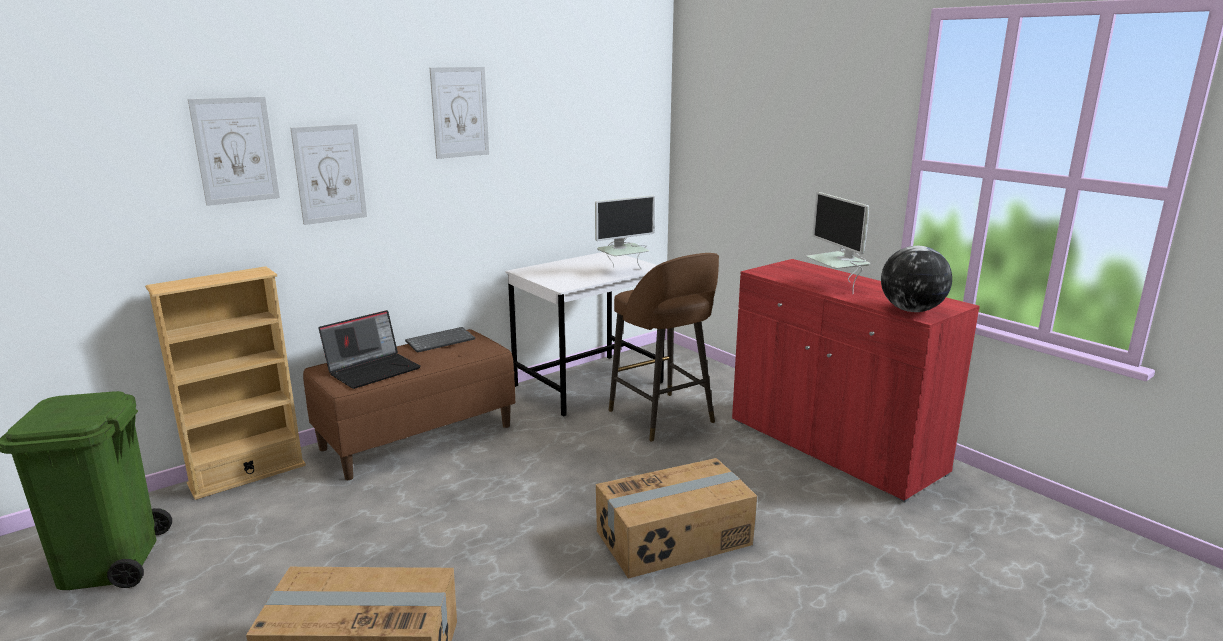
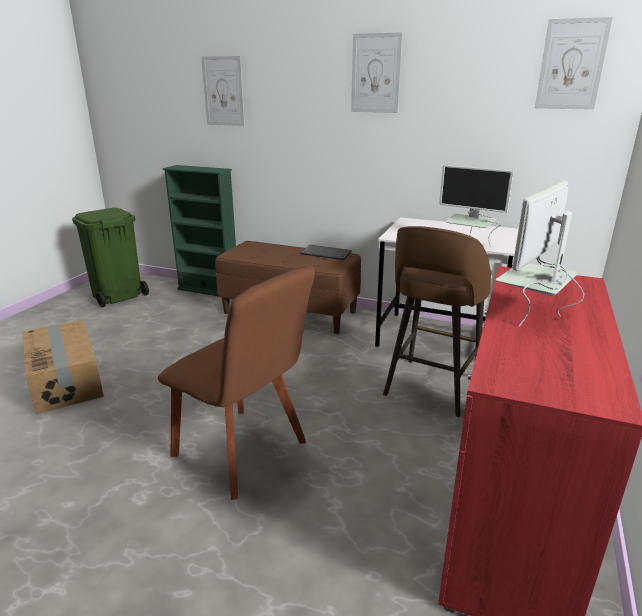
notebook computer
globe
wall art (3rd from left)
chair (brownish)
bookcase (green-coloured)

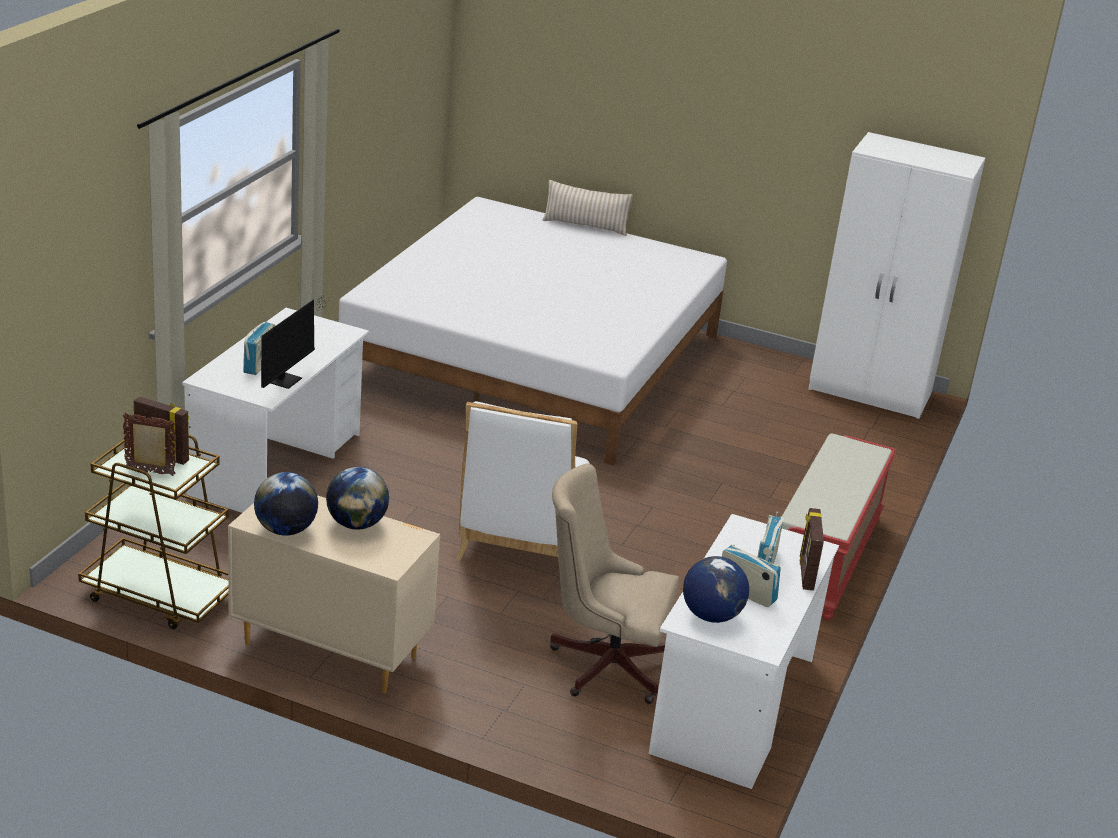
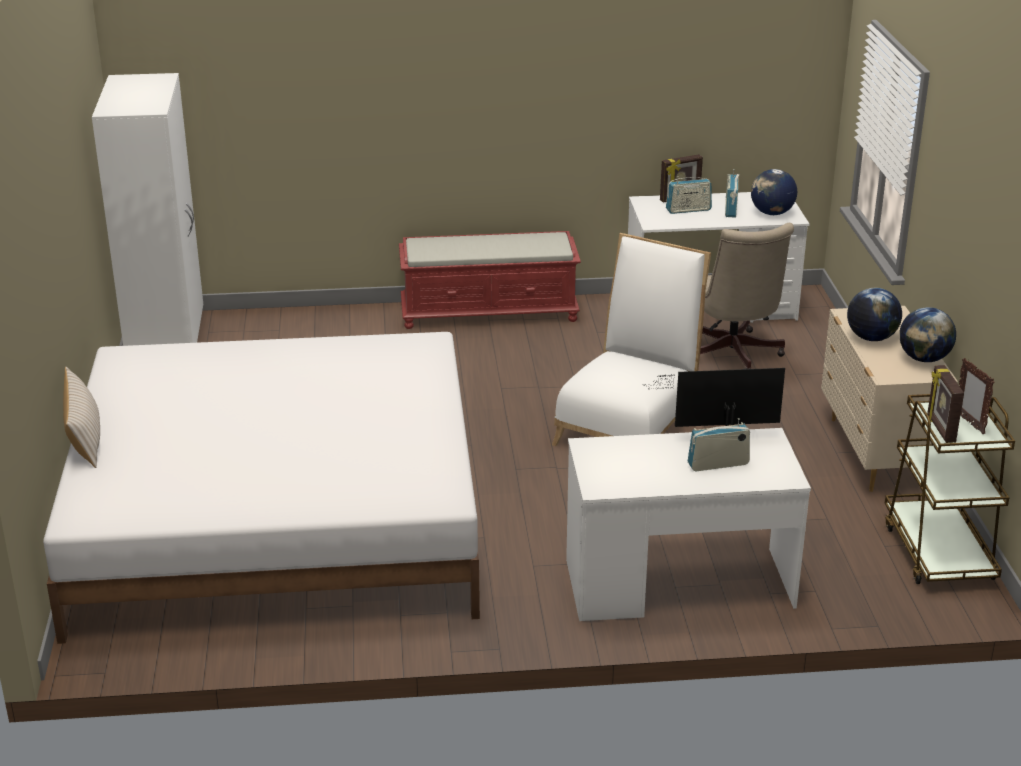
chair (white)

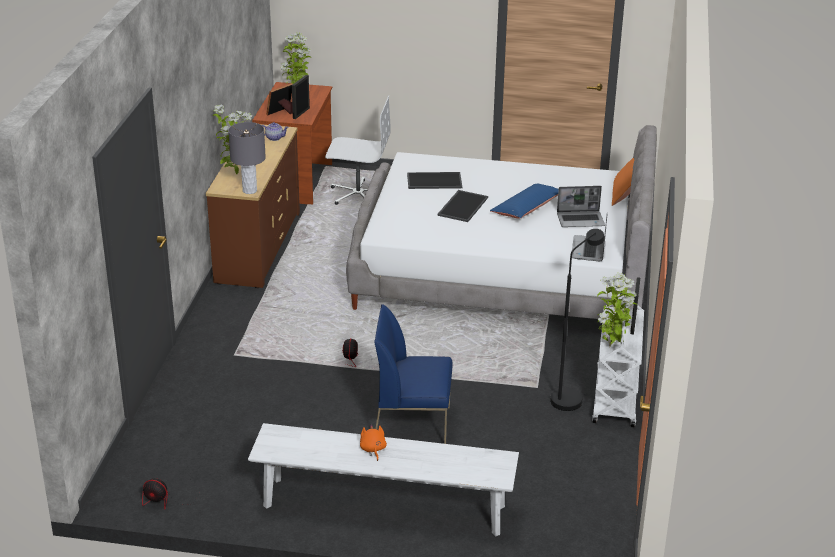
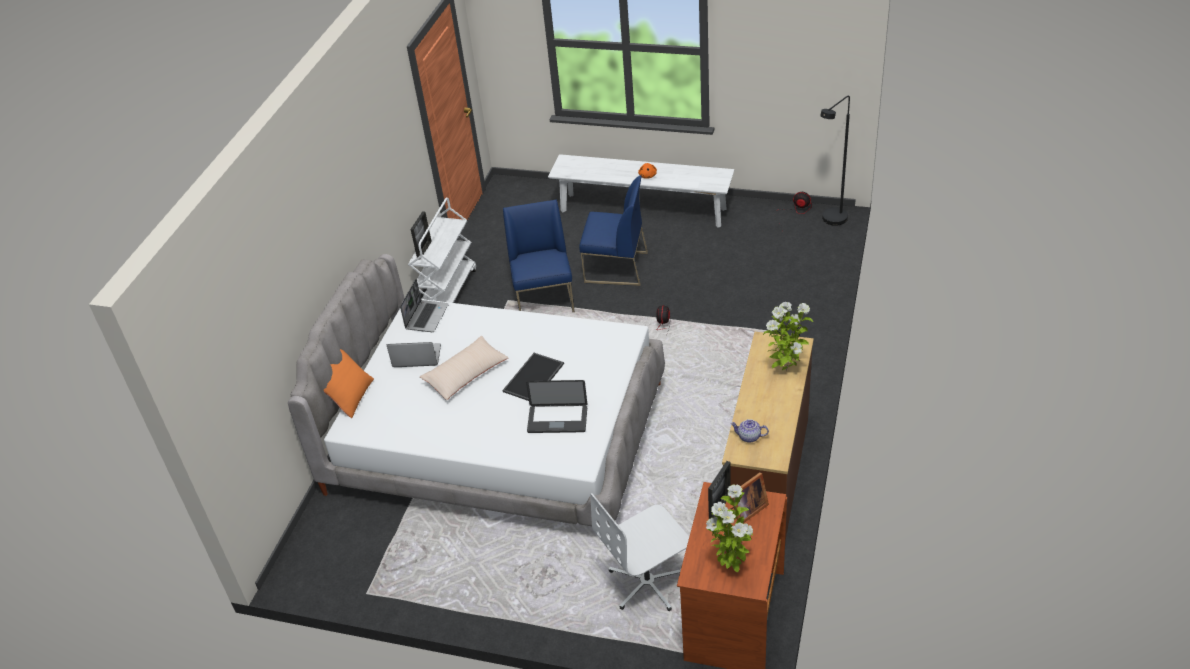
table lamp (grey)
potted plant (3rd from left in the first image)
chair (bluish) (1st from left)
floor lamp (black-coloured)
notebook computer (3rd from left)
throw pillow (beige)
office chair (white)

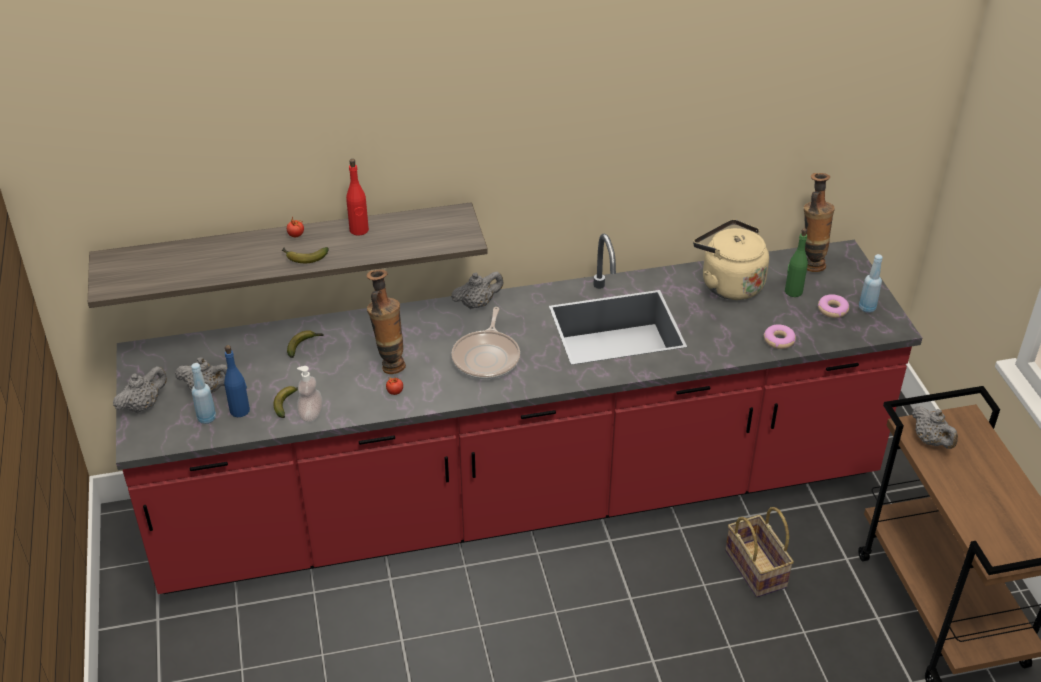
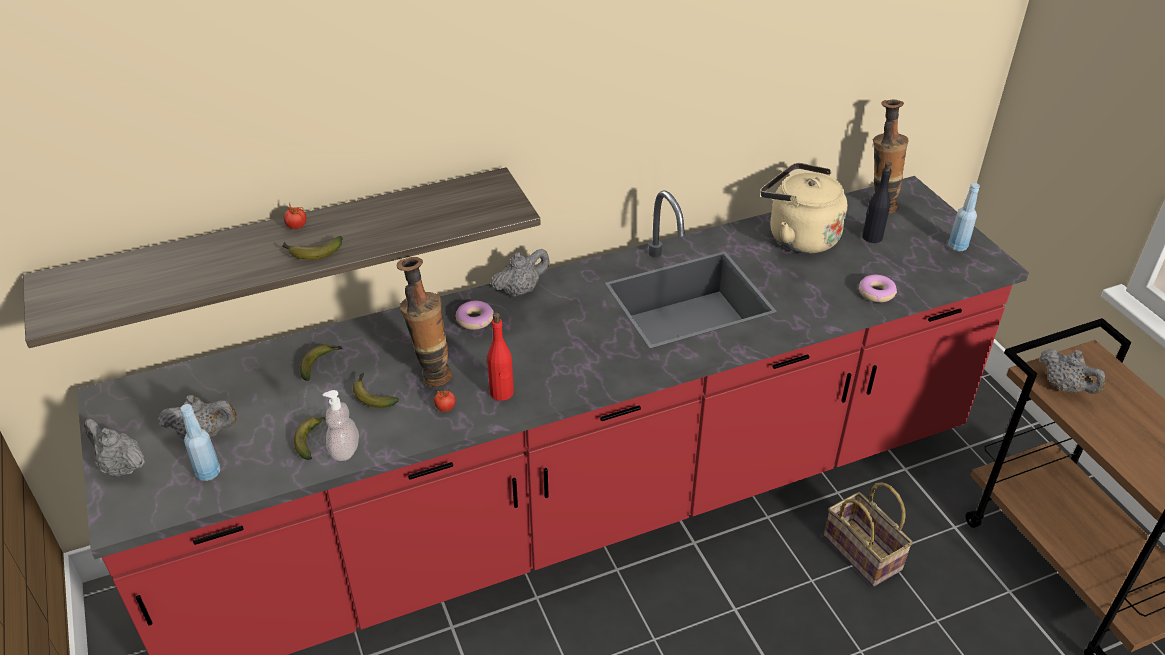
bottle (bluish) (2nd from left in the first image)
pan
banana (4th from left)
bottle (reddish)
ring doughnut (1st from left)
bottle (black-coloured)
tea pot (grey) (1st from left)

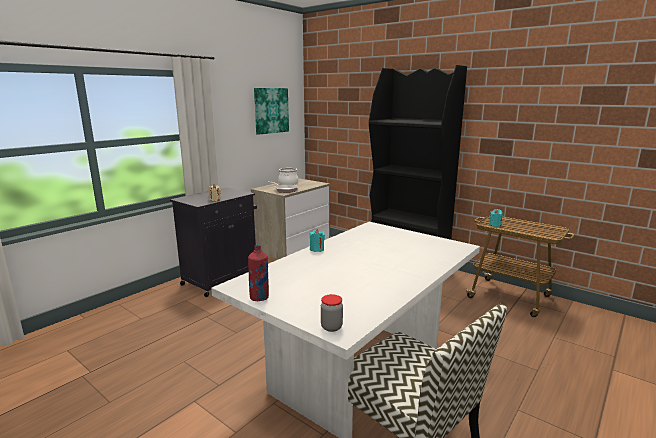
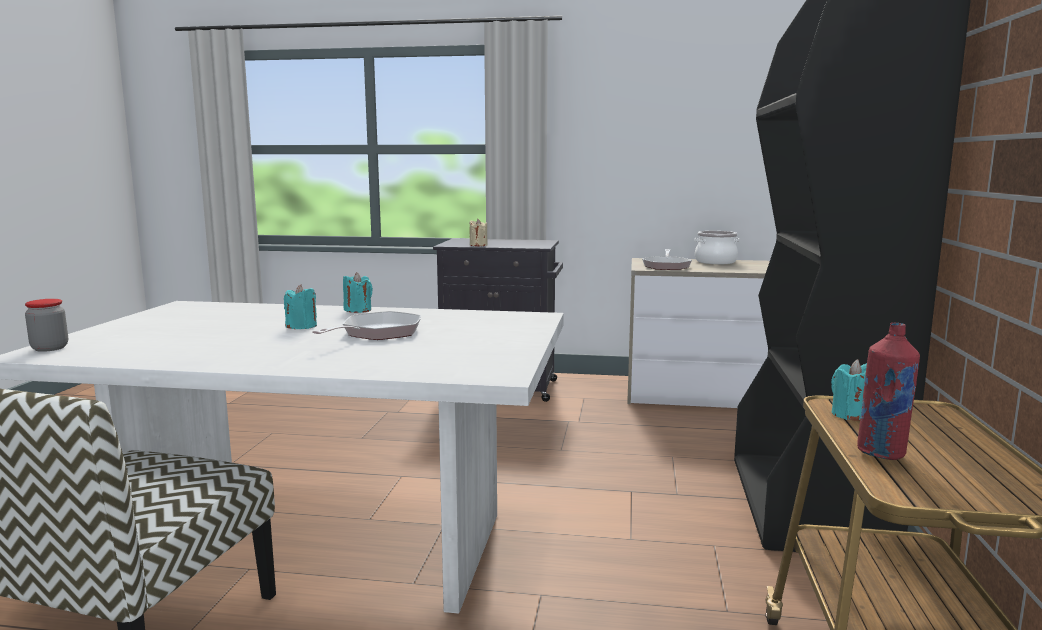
wall art
candle (turquoise) (1st from left)
pan (1st from left)
bottle (reddish)

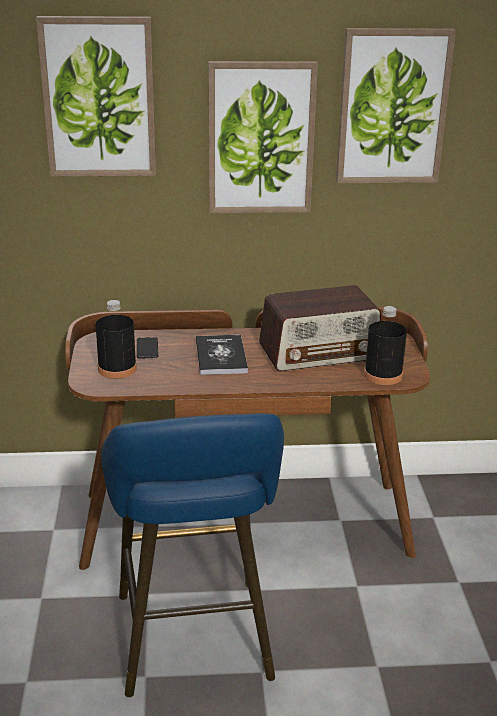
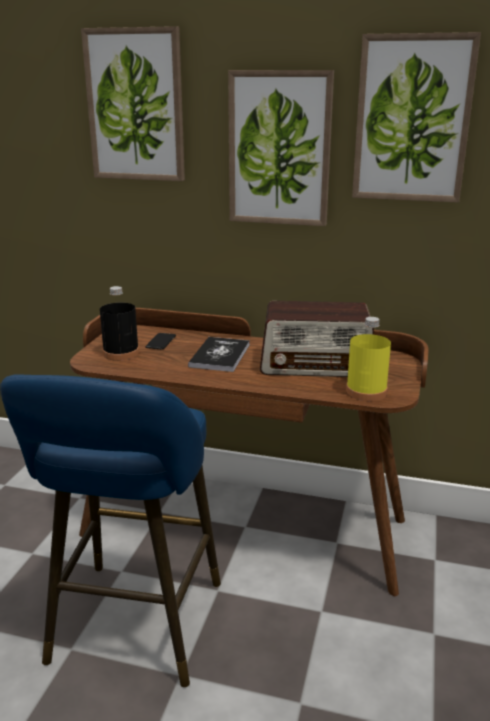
bottle (yellow-coloured)

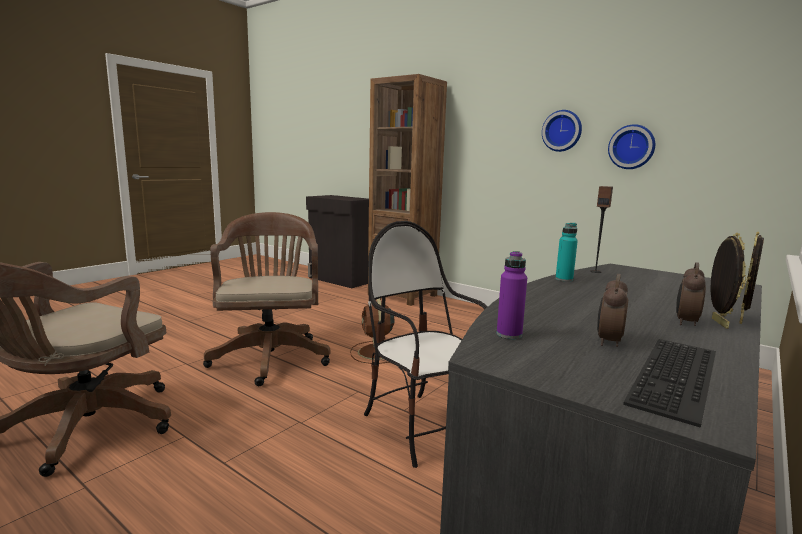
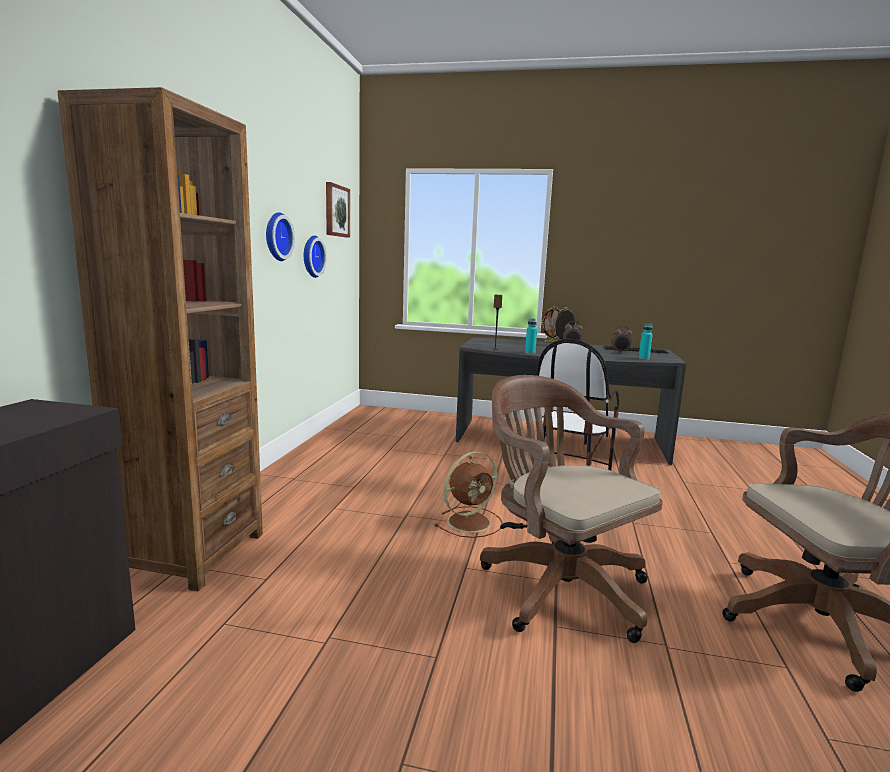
wall art
bottle (turquoise) (2nd from left)
office chair (brownish) (1st from left)

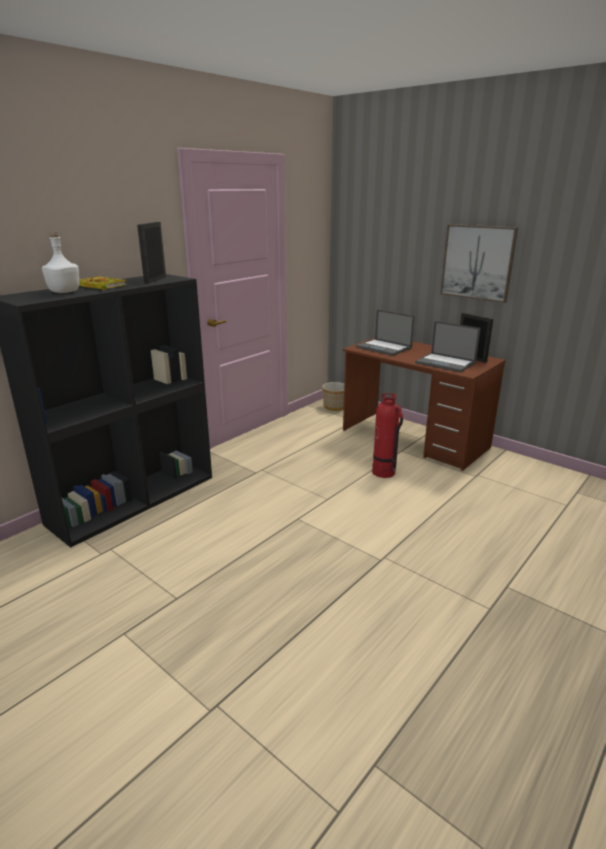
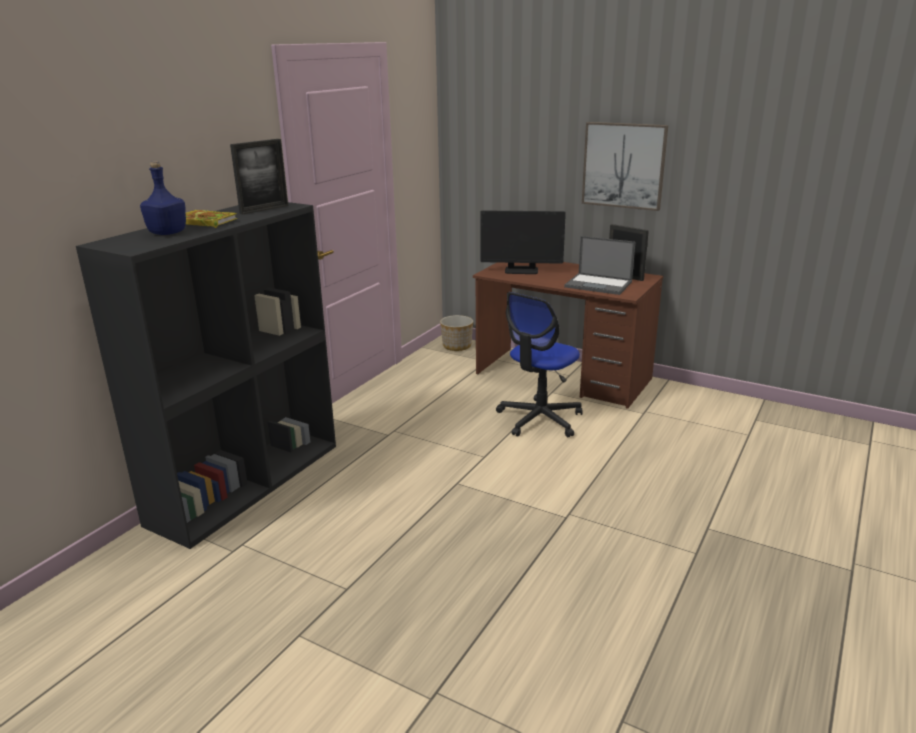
computer display
office chair
bottle (bluish)
picture frame (1st from left)

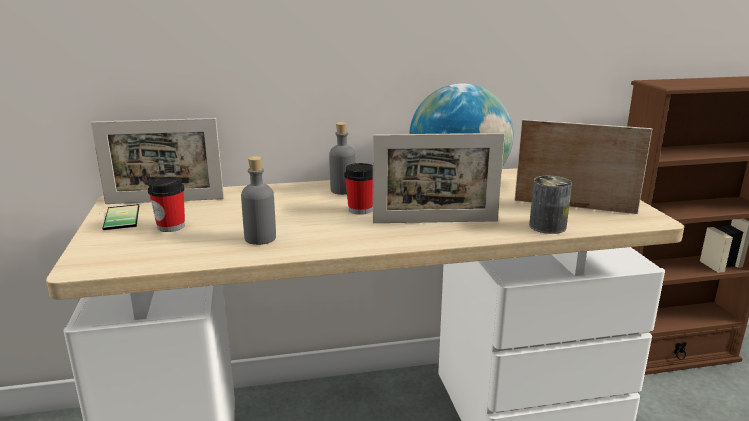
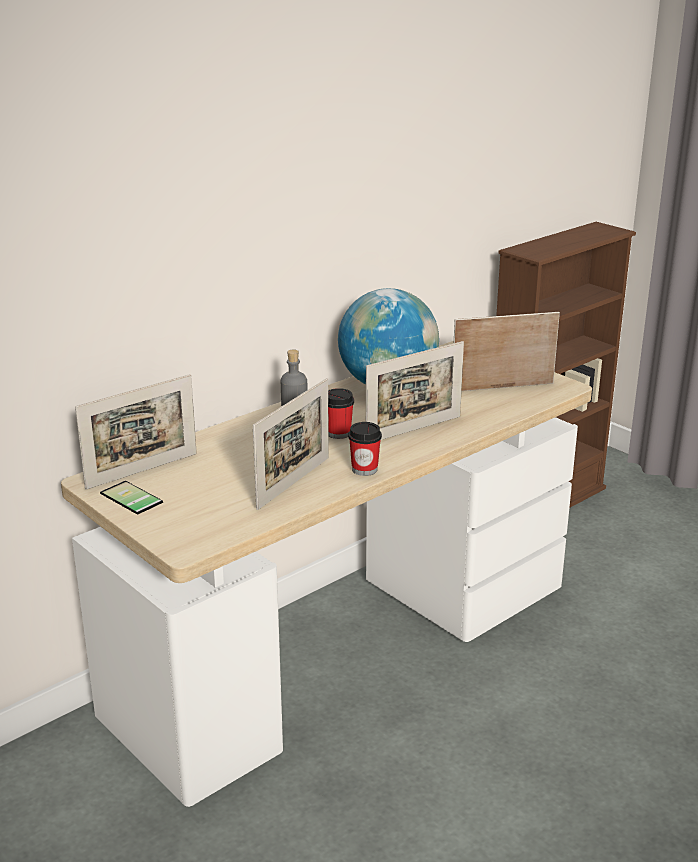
metal can
cup (2nd from left)
picture frame (2nd from left)

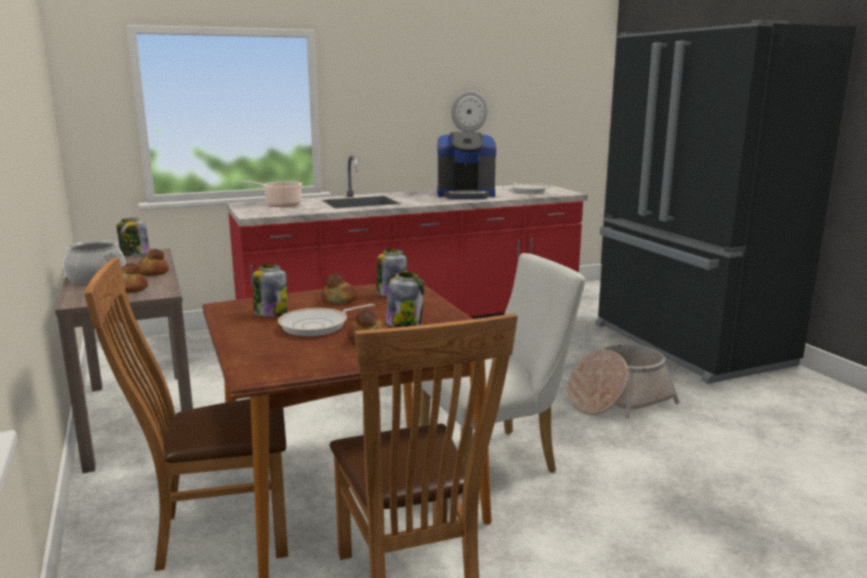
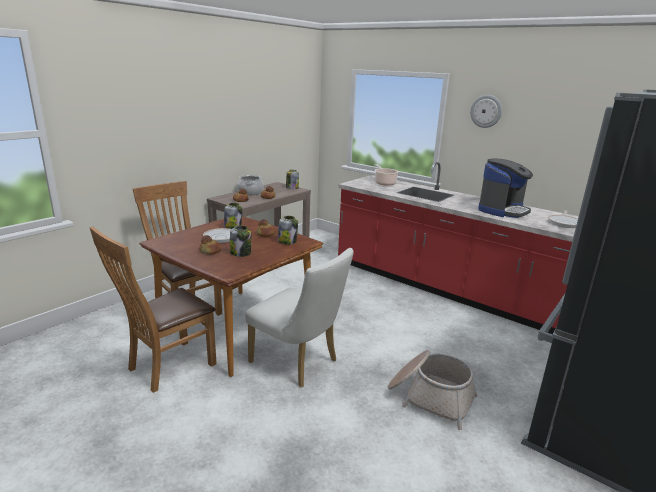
hanging clock
coffee maker

